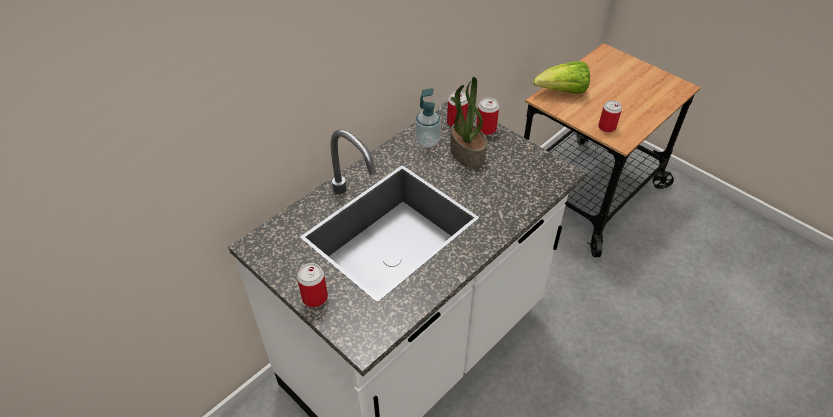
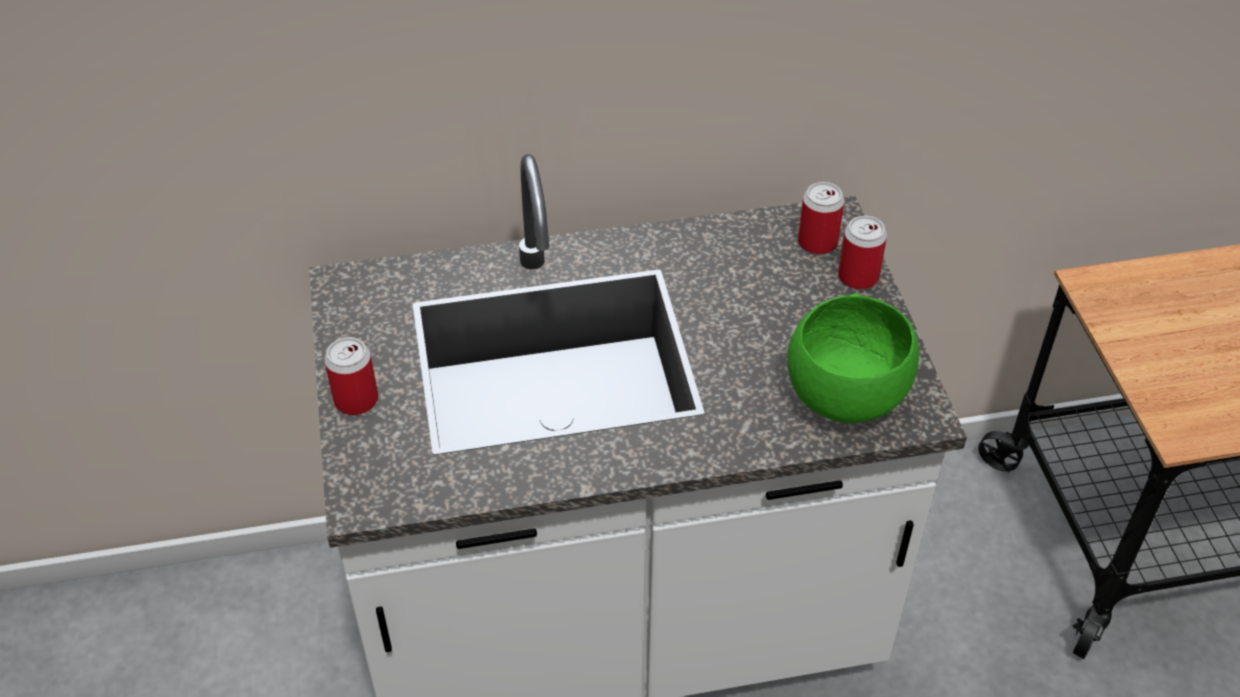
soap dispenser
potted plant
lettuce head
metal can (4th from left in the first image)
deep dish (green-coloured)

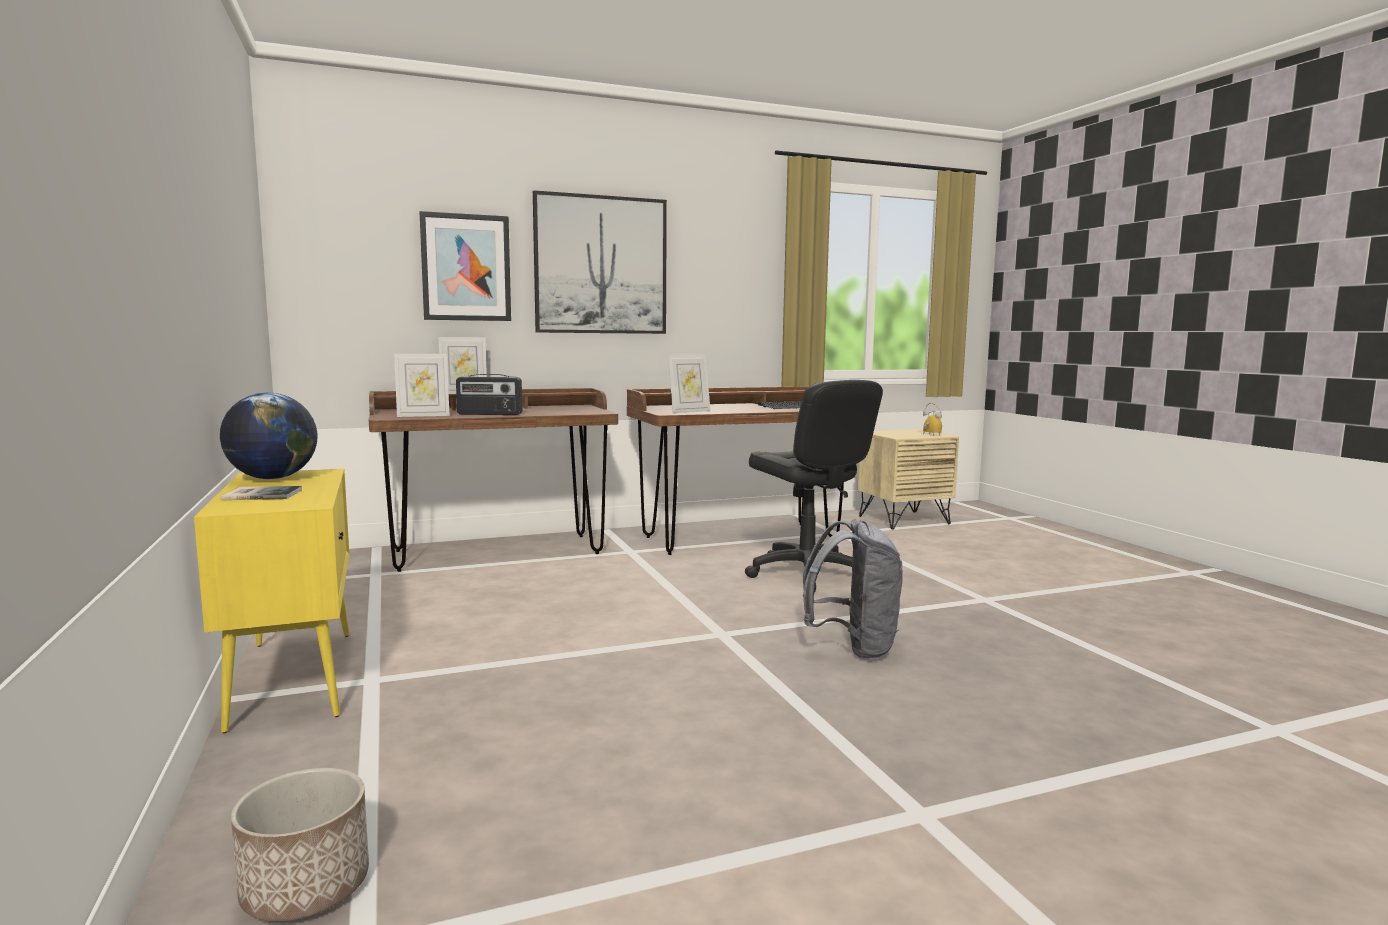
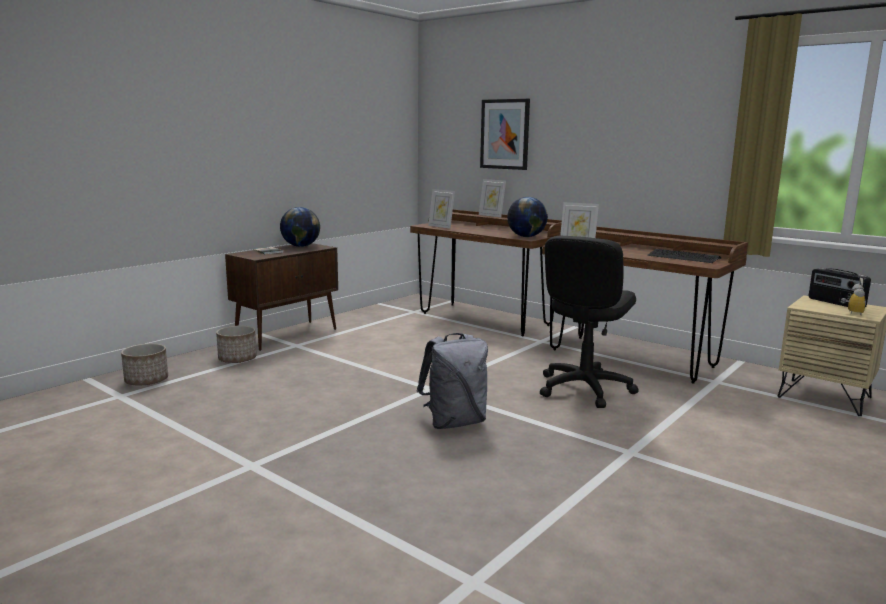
wall art (2nd from left in the first image)
plant pot (2nd from left)
globe (2nd from left)
radio
cupboard (brownish)

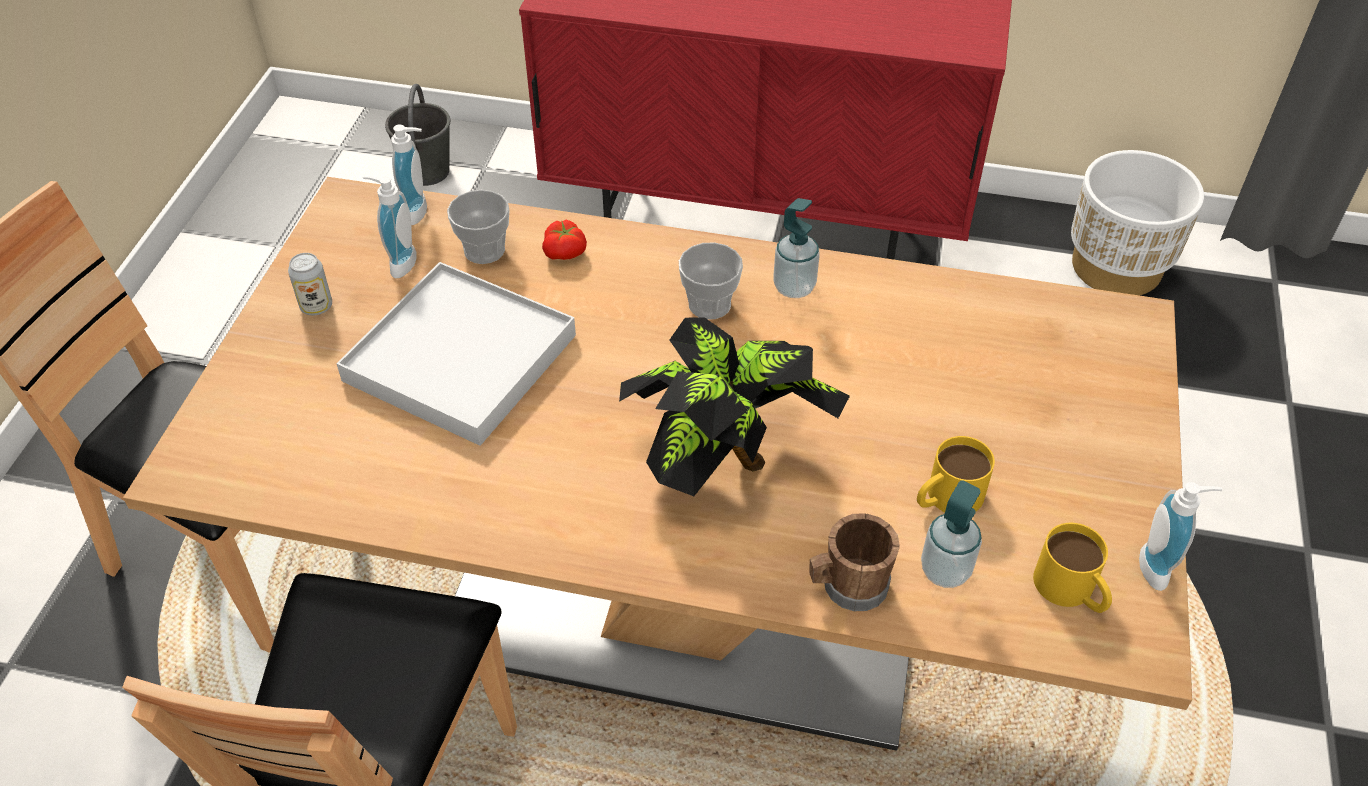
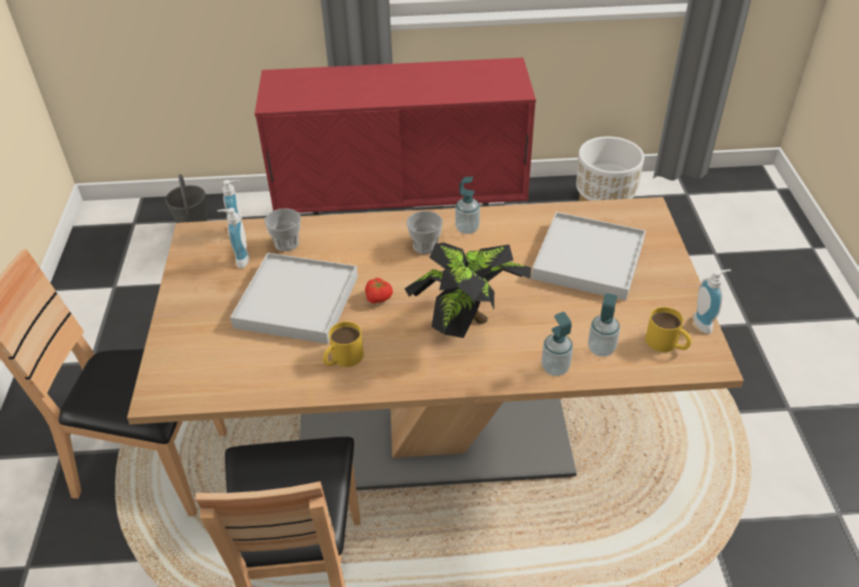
metal can
serving tray (white) (2nd from left)
fresh tomato
mug (yellow-coloured) (1st from left)
soap dispenser (4th from left)

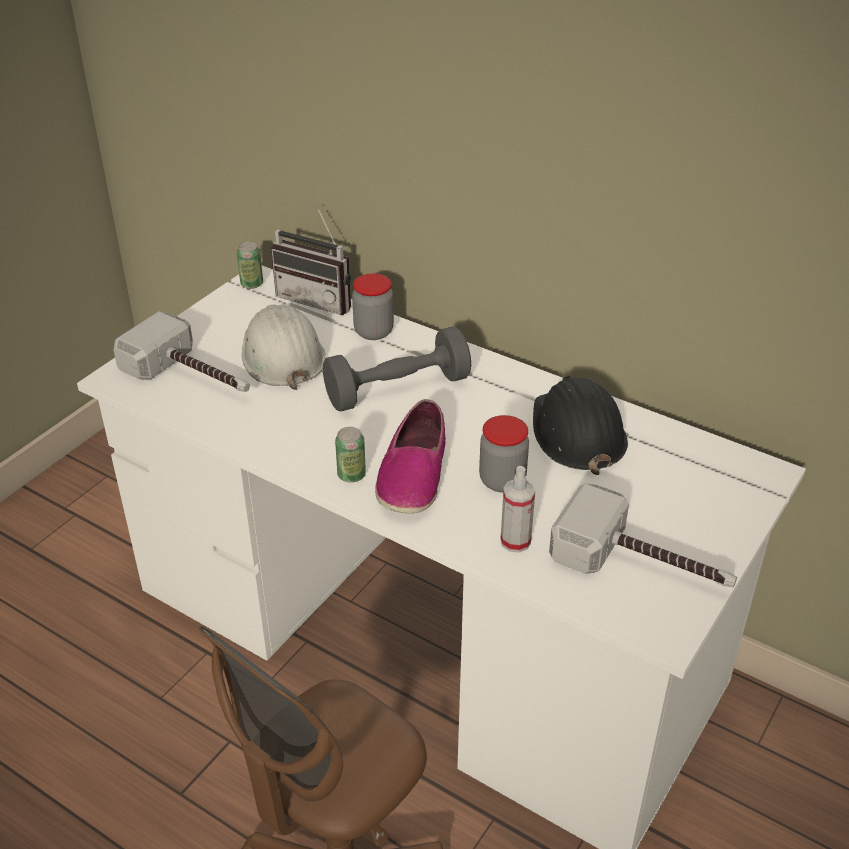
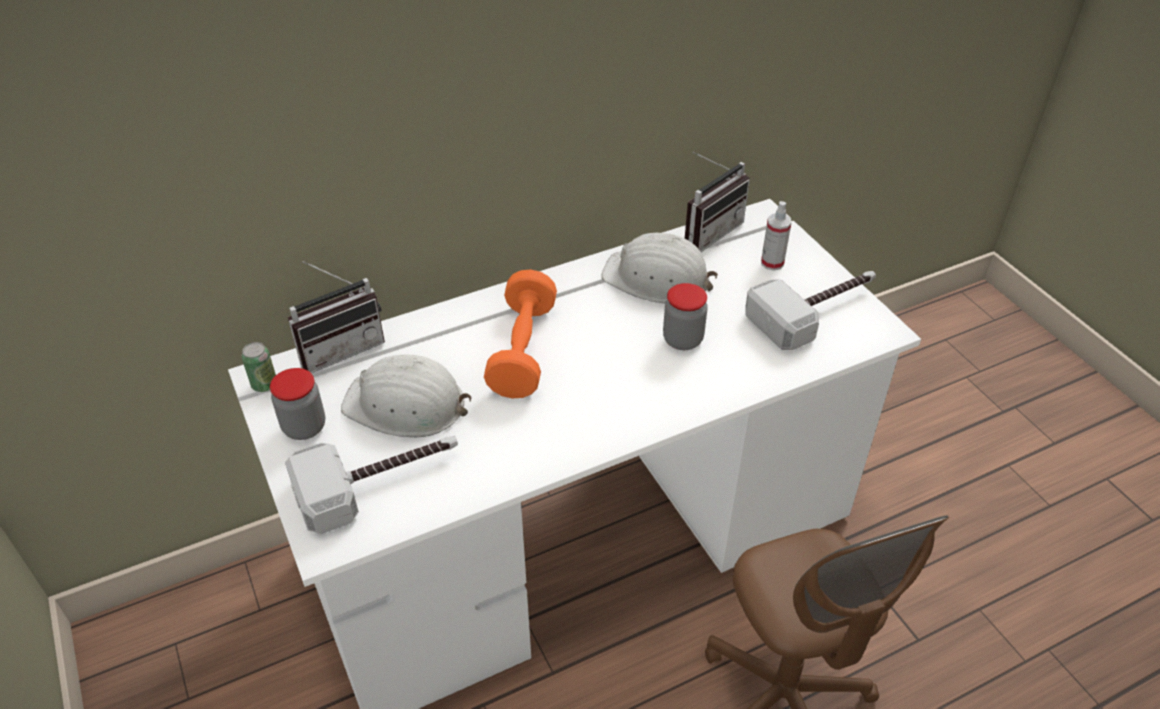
metal can (2nd from left in the first image)
low shoe
radio (2nd from left)
jar (1st from left)
hand sprayer
free weight (orange-coloured)
hard hat (white) (2nd from left)

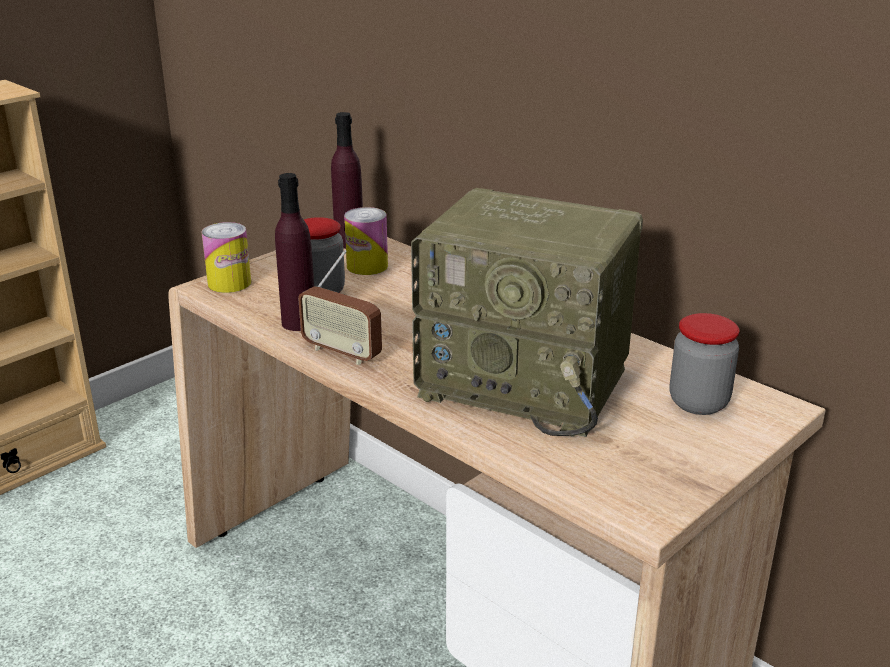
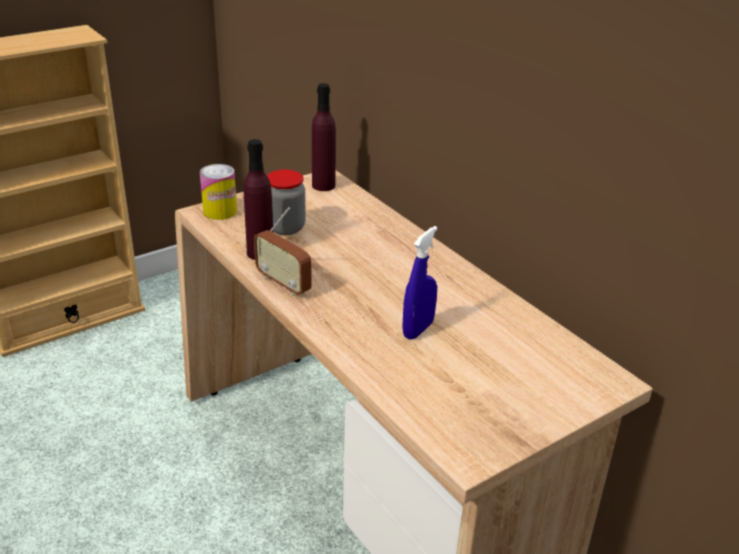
metal can (2nd from left in the first image)
jar (2nd from left in the first image)
hand sprayer (bluish)

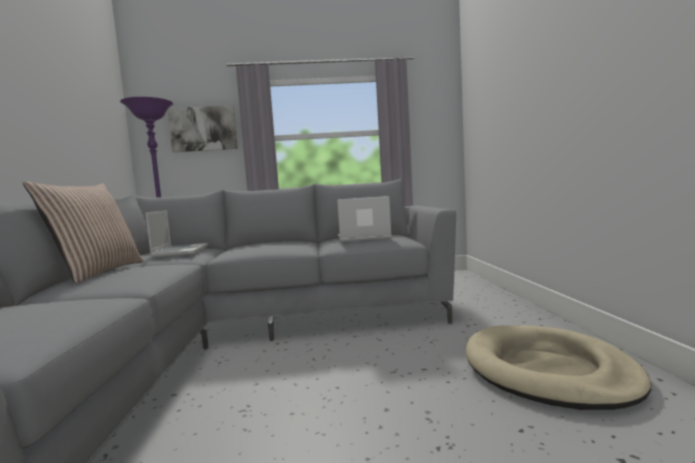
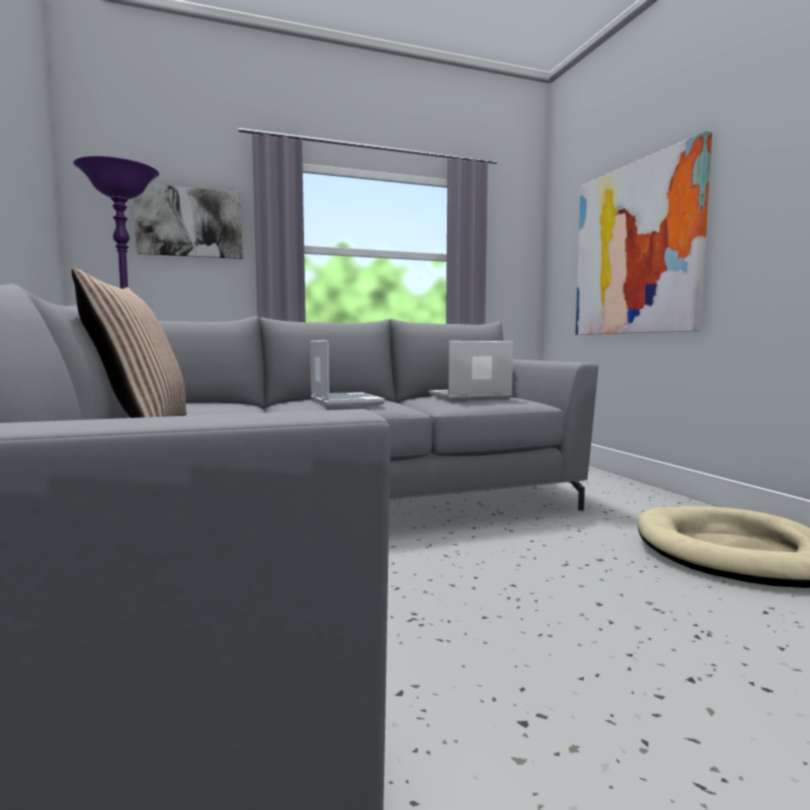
wall art (2nd from left)
notebook computer (1st from left)

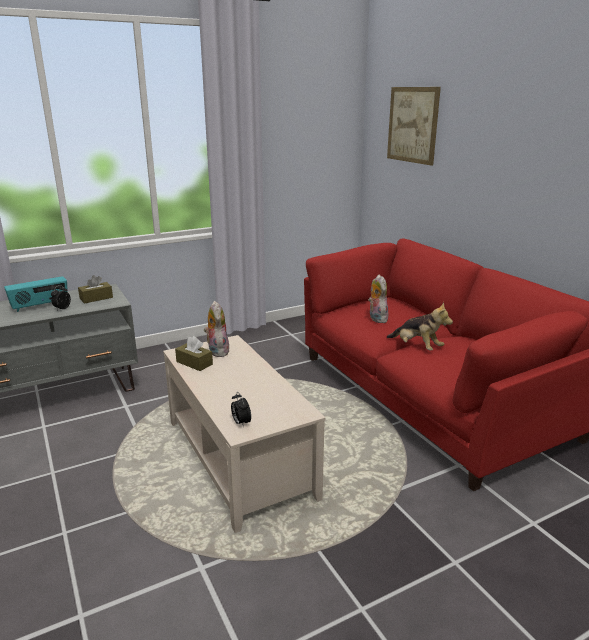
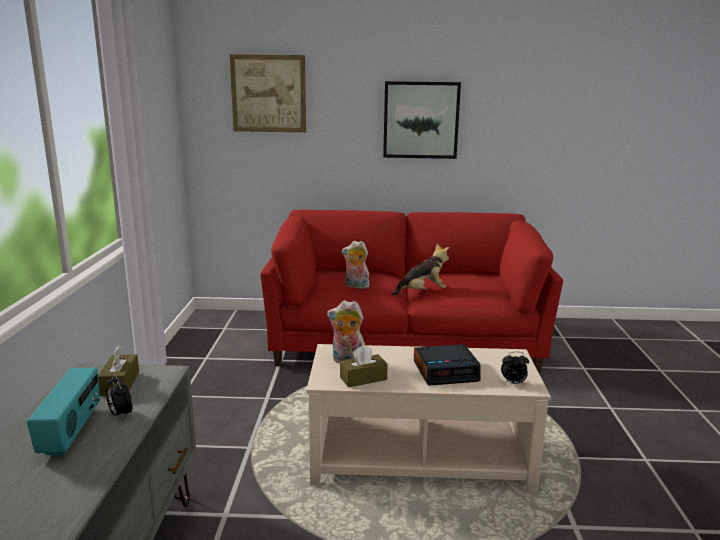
wall art (2nd from left)
alarm clock (2nd from left)

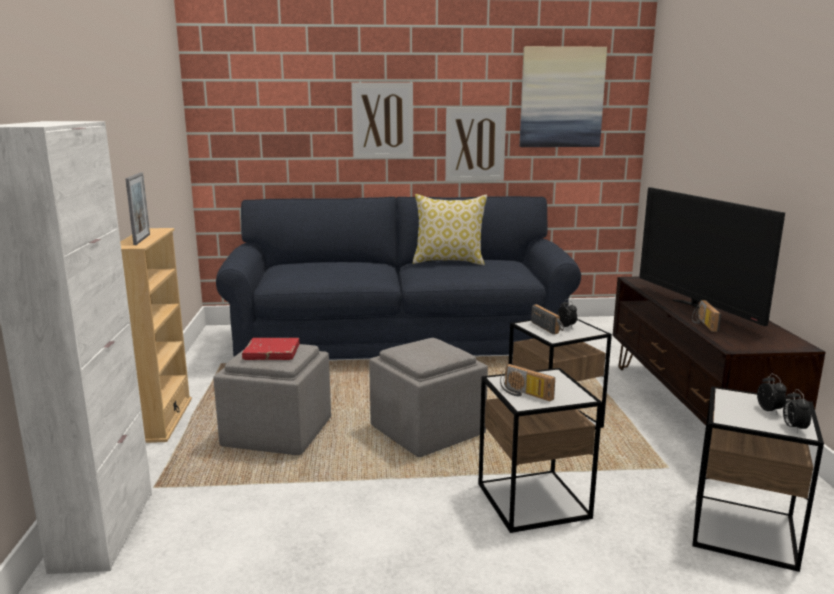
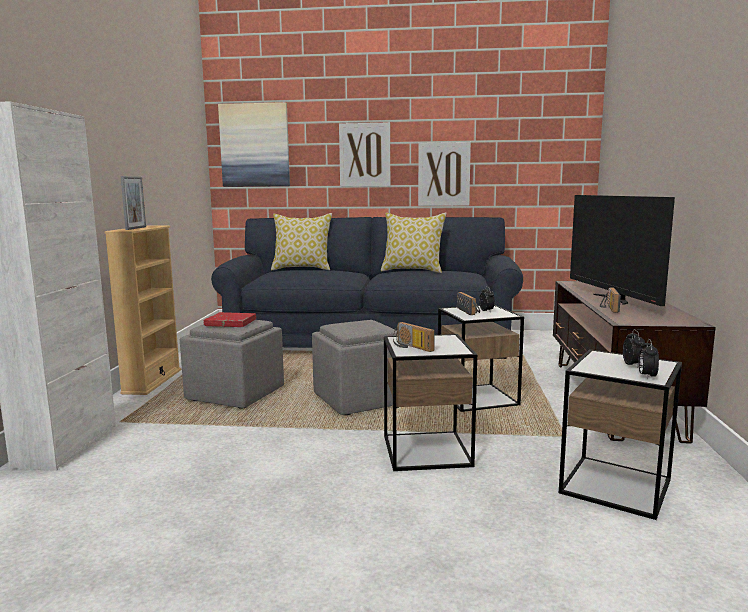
throw pillow (1st from left)
wall art (1st from left)

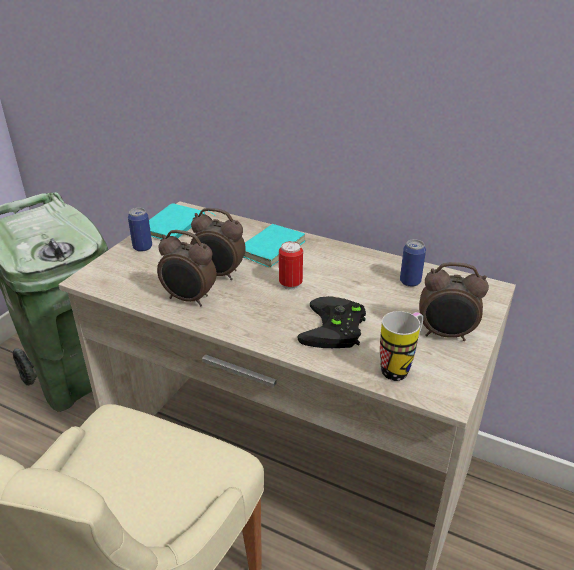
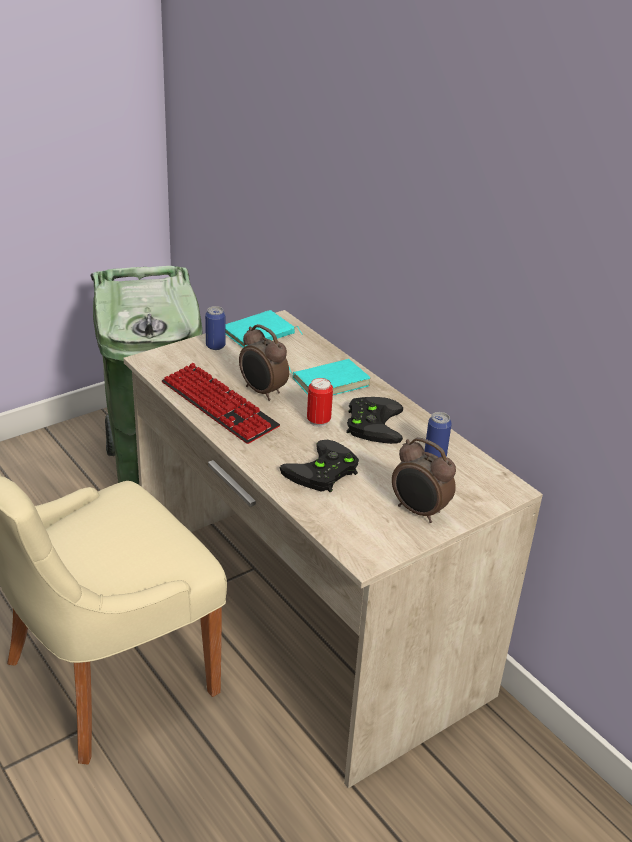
mug
game controller (black-coloured) (2nd from left)
keyboard

